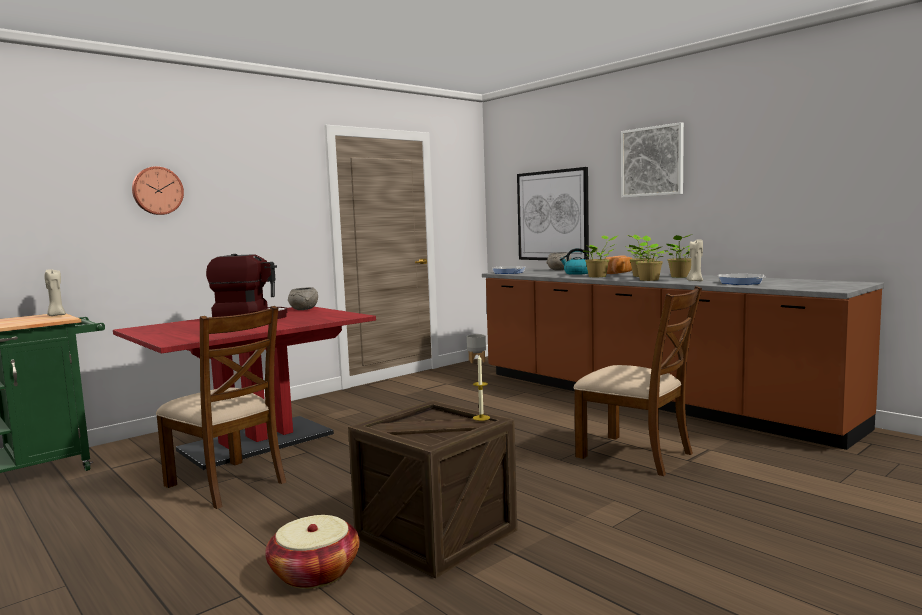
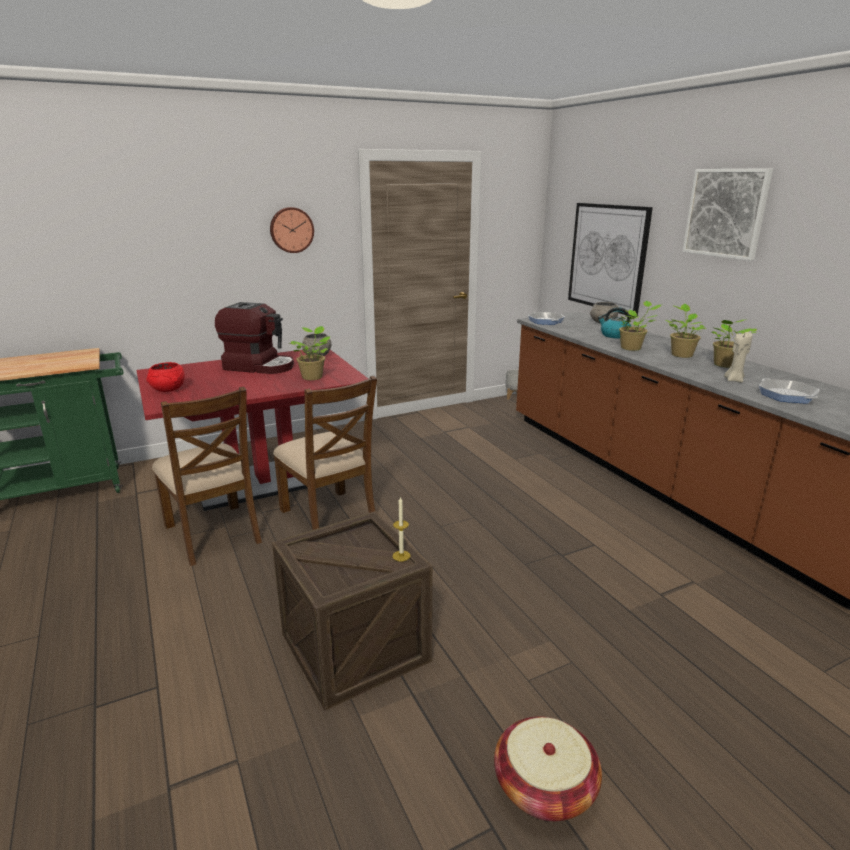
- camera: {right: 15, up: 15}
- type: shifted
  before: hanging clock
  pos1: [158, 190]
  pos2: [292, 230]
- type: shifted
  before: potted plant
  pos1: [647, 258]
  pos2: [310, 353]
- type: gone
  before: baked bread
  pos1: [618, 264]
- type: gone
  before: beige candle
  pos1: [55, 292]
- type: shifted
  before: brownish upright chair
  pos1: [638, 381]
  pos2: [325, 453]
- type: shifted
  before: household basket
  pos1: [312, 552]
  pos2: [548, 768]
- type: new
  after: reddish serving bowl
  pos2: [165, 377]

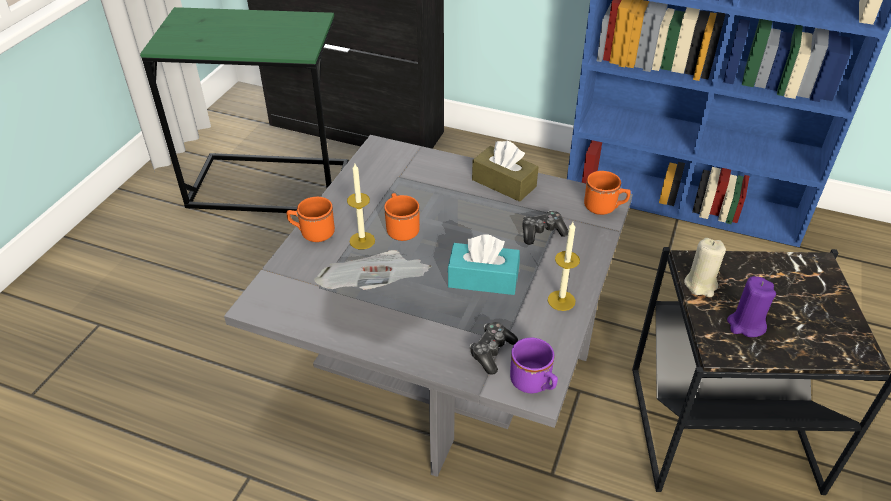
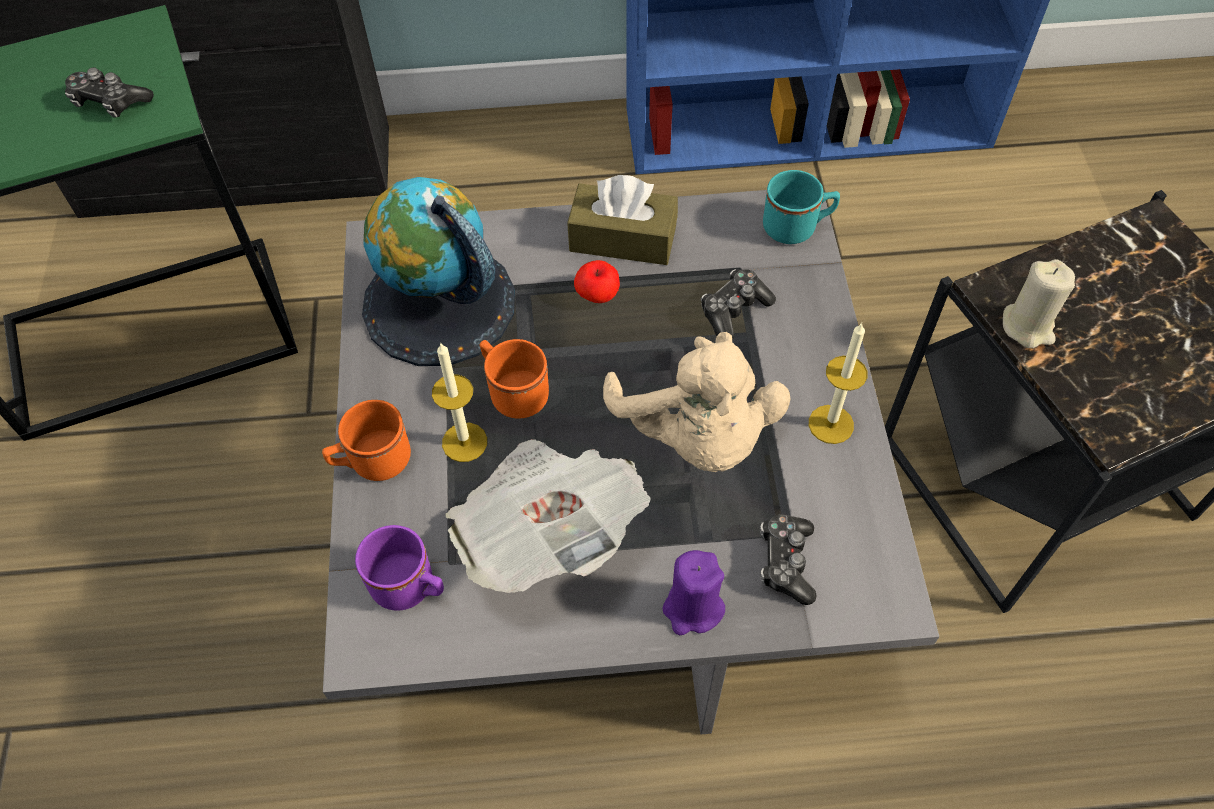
- camera: {right: -25, up: 15}
- type: repainted
  before: orangey mug
  after: turquoise-coloured mug
  pos1: [607, 193]
  pos2: [801, 207]
- type: swapped
  before: turquoise-coloured tissue holder
  after: beige plush toy
  pos1: [483, 264]
  pos2: [696, 402]
- type: shifted
  before: purple-coloured candle
  pos1: [751, 306]
  pos2: [693, 592]
- type: shifted
  before: purple-coloured mug
  pos1: [534, 365]
  pos2: [399, 568]
- type: new
  after: game controller
  pos2: [109, 92]
- type: new
  after: globe
  pos2: [438, 271]
- type: new
  after: whole apple
  pos2: [597, 281]

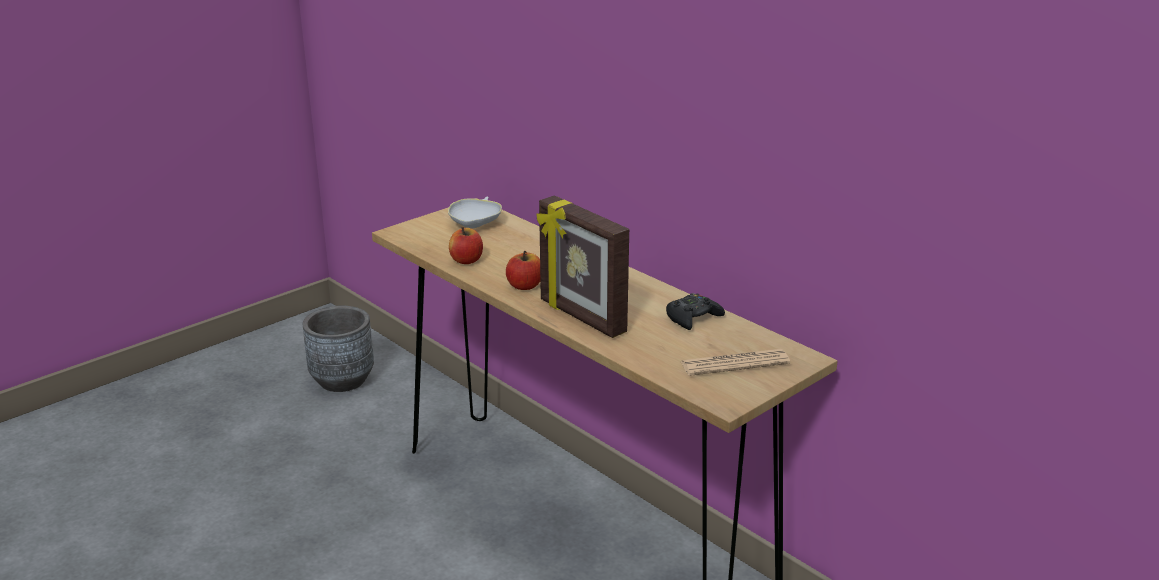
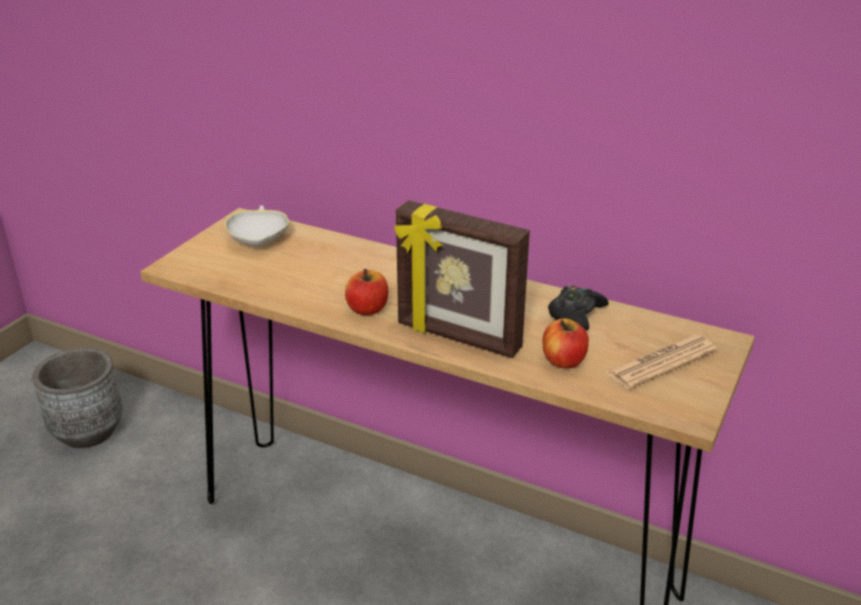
- camera: {right: -20, up: 5}
- type: shifted
  before: whole apple
  pos1: [466, 245]
  pos2: [565, 343]

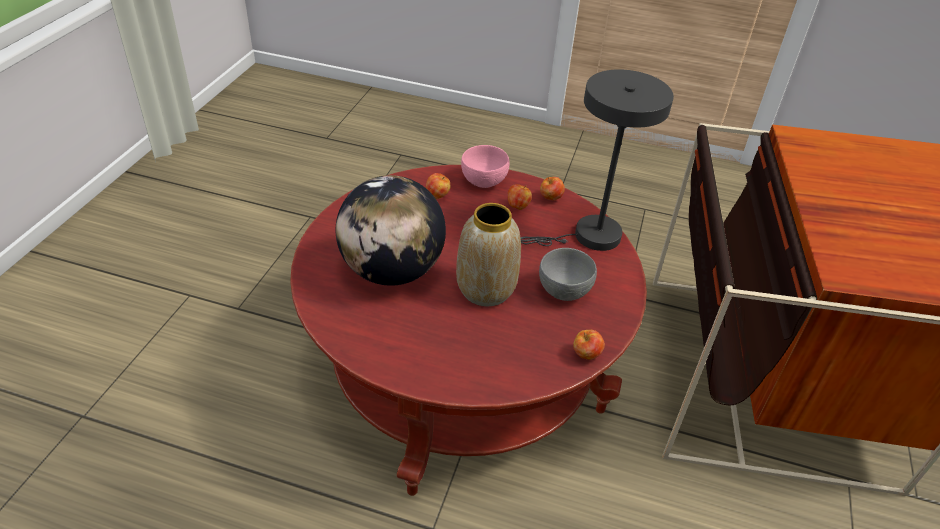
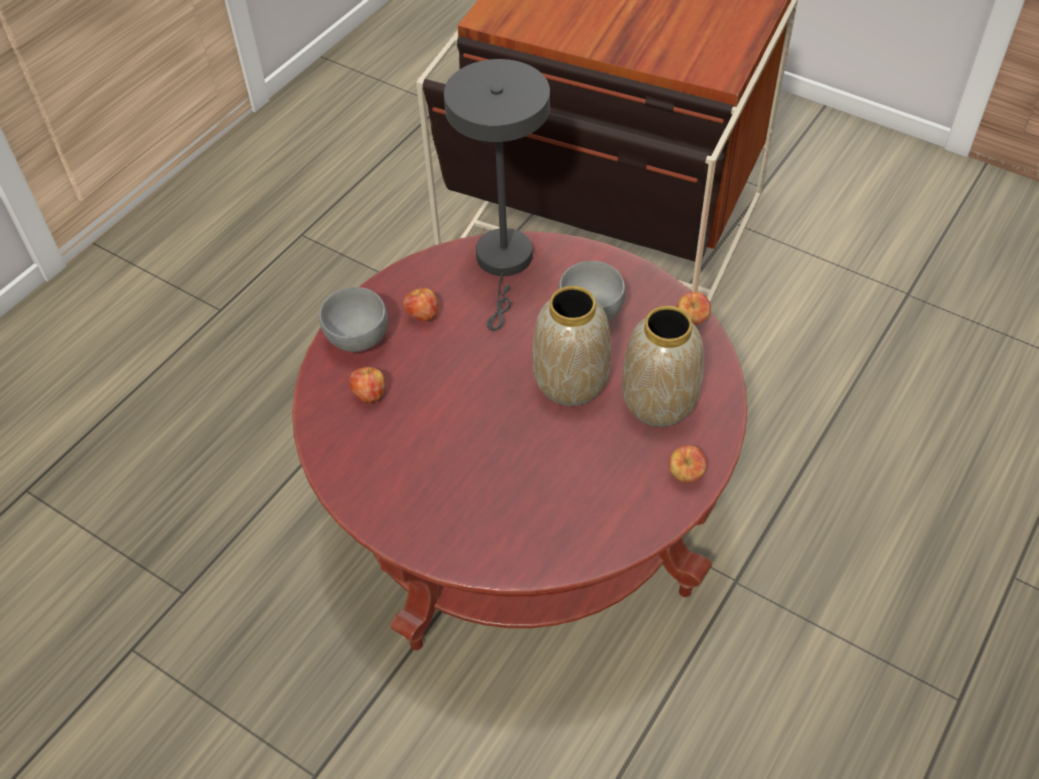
- camera: {right: -70, up: 10}
- type: repainted
  before: pinkish serving bowl
  after: gray serving bowl
  pos1: [485, 166]
  pos2: [353, 319]
- type: gone
  before: globe
  pos1: [391, 230]
- type: shifted
  before: whole apple
  pos1: [552, 188]
  pos2: [688, 464]
- type: new
  after: flower vase
  pos2: [663, 366]

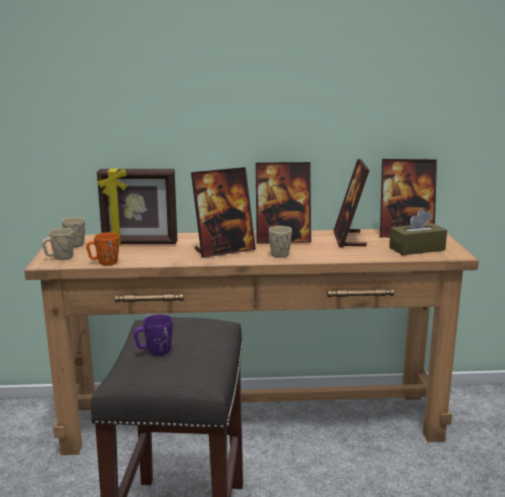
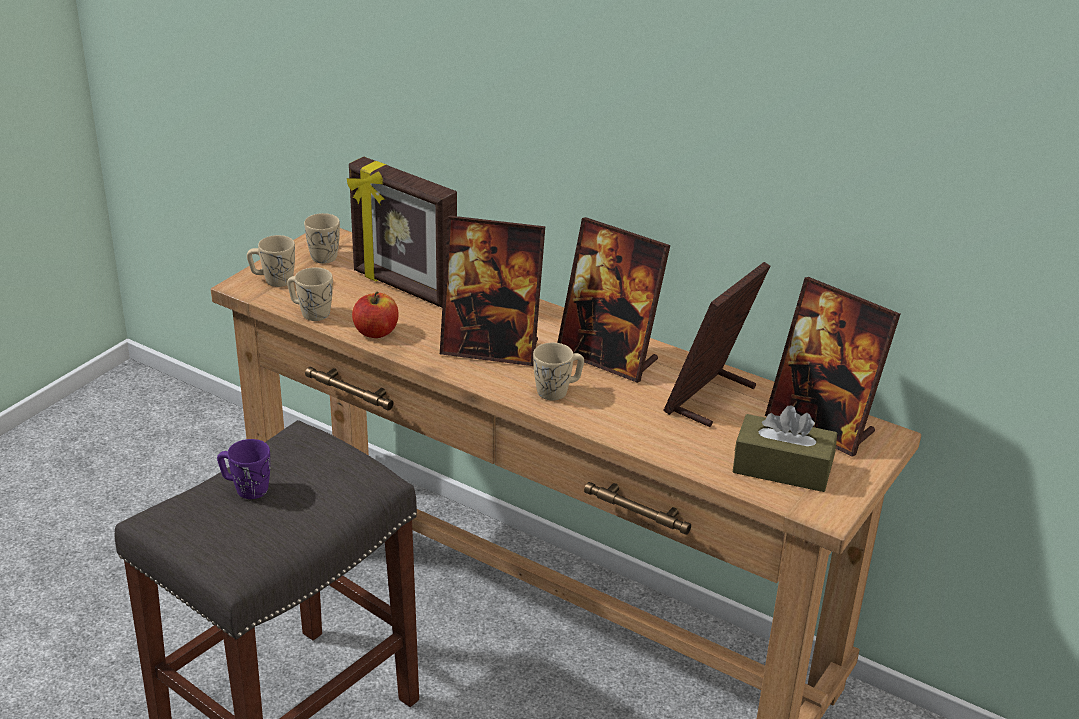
- camera: {right: 35, up: 15}
- type: repainted
  before: orangey mug
  after: beige mug
  pos1: [102, 249]
  pos2: [310, 294]
- type: new
  after: whole apple
  pos2: [375, 314]

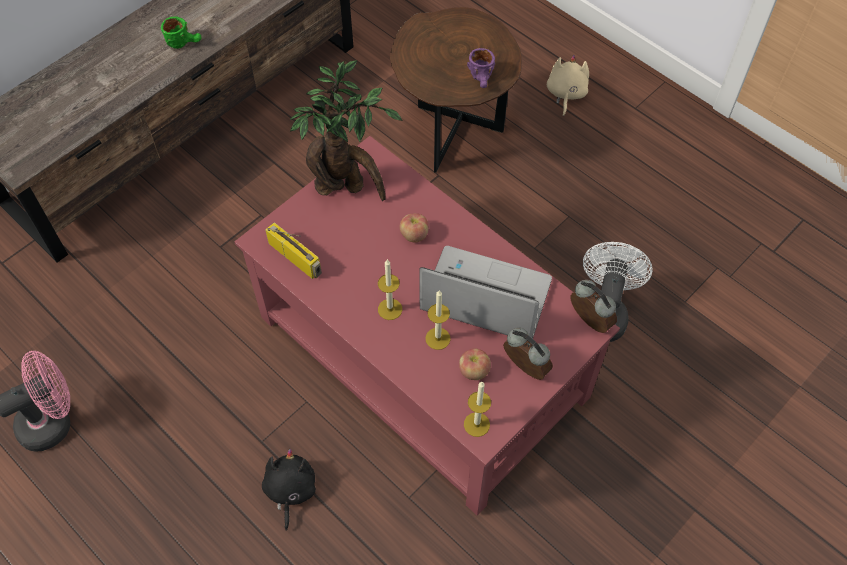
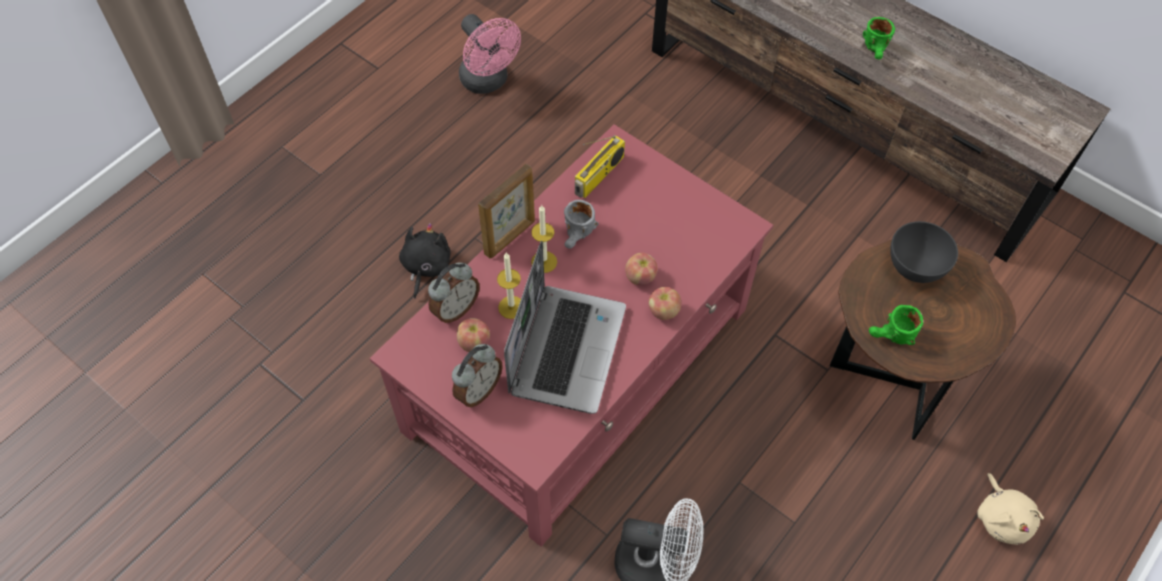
- camera: {right: 85, up: 0}
- type: repainted
  before: purple-coloured mug
  after: greenish mug
  pos1: [481, 68]
  pos2: [896, 325]
- type: rotated
  before: beige plush toy
  pos1: [568, 85]
  pos2: [1010, 509]
  turn: 75
- type: gone
  before: potted plant
  pos1: [346, 130]
- type: shifted
  before: bedside clock
  pos1: [593, 306]
  pos2: [454, 292]
- type: gone
  before: candle
  pos1: [477, 409]
- type: rotated
  before: black-coloured plush toy
  pos1: [289, 490]
  pos2: [425, 261]
  turn: -75
- type: new
  after: photo frame
  pos2: [506, 211]
- type: new
  after: gray mug
  pos2: [581, 224]
- type: new
  after: gray serving bowl
  pos2: [924, 252]
- type: new
  after: whole apple
  pos2: [665, 303]

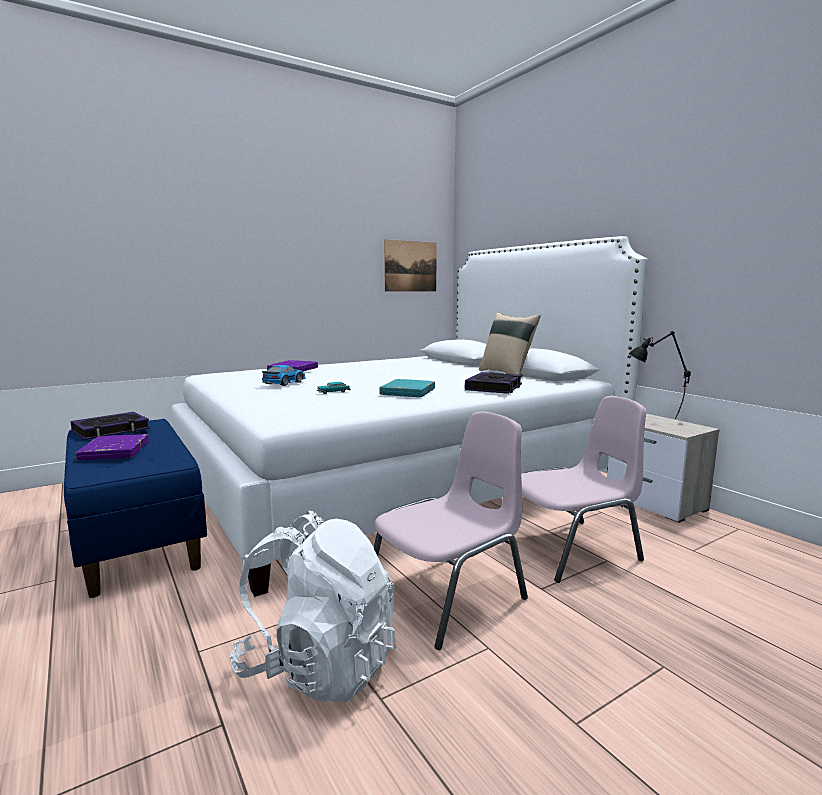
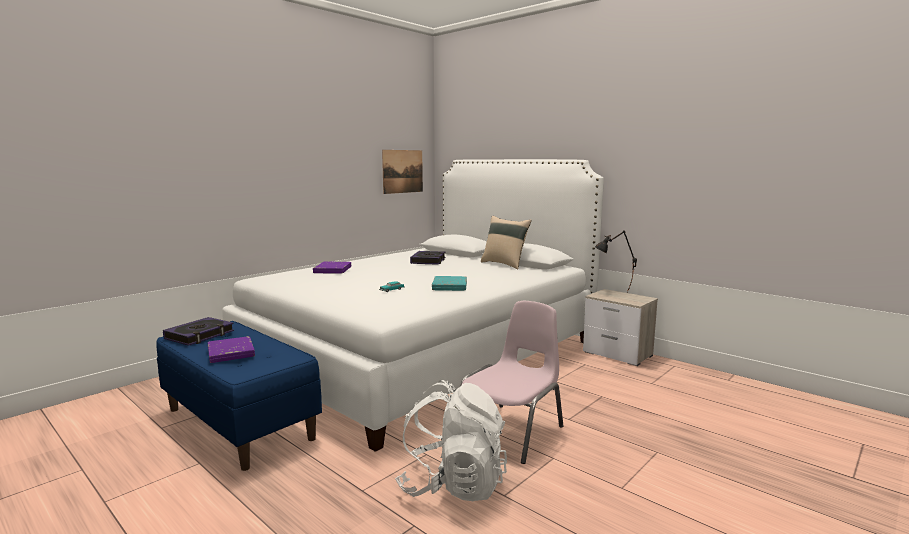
- camera: {right: -15, up: 0}
- type: gone
  before: miniature car
  pos1: [284, 375]
- type: shifted
  before: bound book
  pos1: [493, 383]
  pos2: [427, 258]
- type: gone
  before: pinkish upright chair
  pos1: [584, 489]

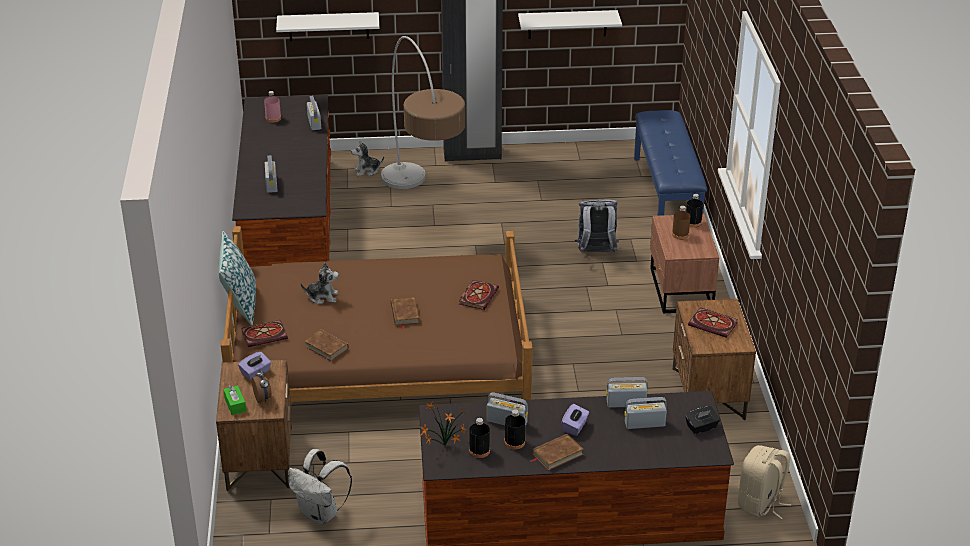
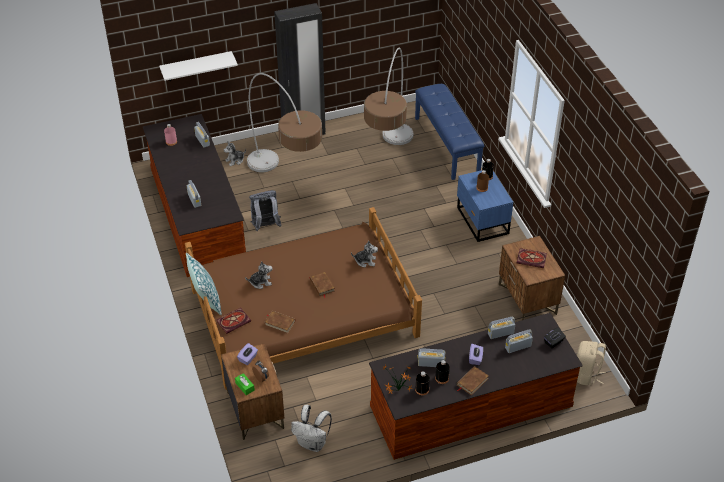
- camera: {right: -15, up: 10}
- type: gone
  before: white bracket shelf
  pos1: [570, 24]
- type: shifted
  before: gray knapsack
  pos1: [597, 226]
  pos2: [265, 210]
- type: repainted
  before: brownish bedside table
  after: blue bedside table
  pos1: [684, 263]
  pos2: [485, 206]
- type: swapped
  before: bound book
  after: plush toy
  pos1: [479, 295]
  pos2: [364, 254]
- type: new
  after: floor lamp
  pos2: [388, 96]

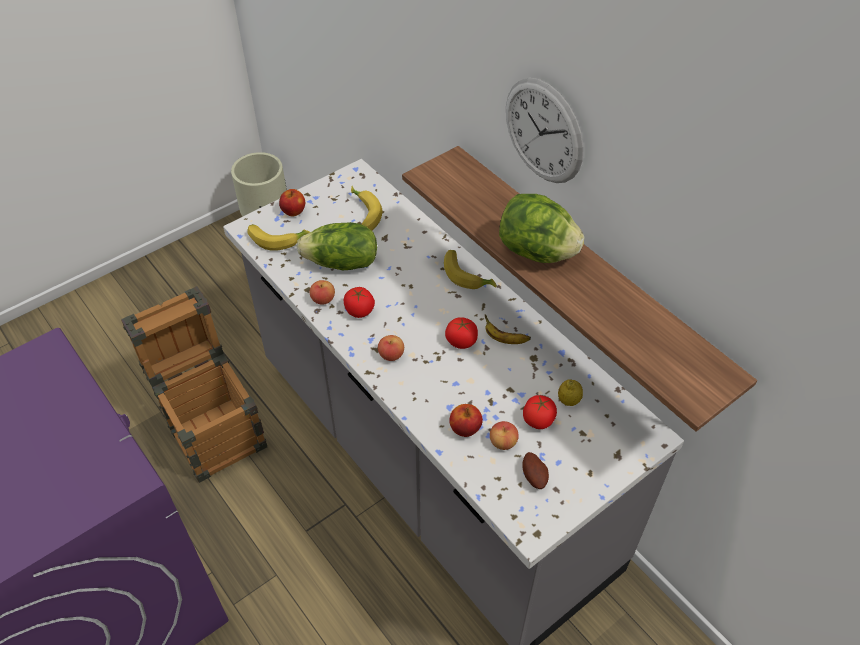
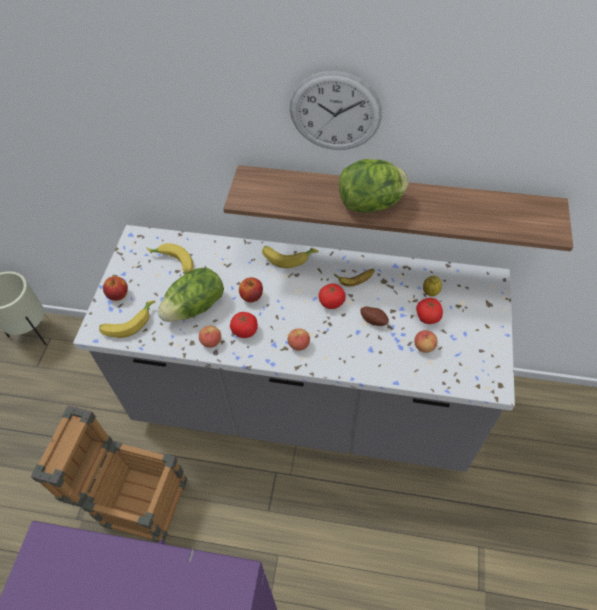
- camera: {right: -40, up: 5}
- type: shifted
  before: whole apple
  pos1: [466, 420]
  pos2: [251, 289]
- type: shifted
  before: spud
  pos1: [535, 470]
  pos2: [374, 316]

